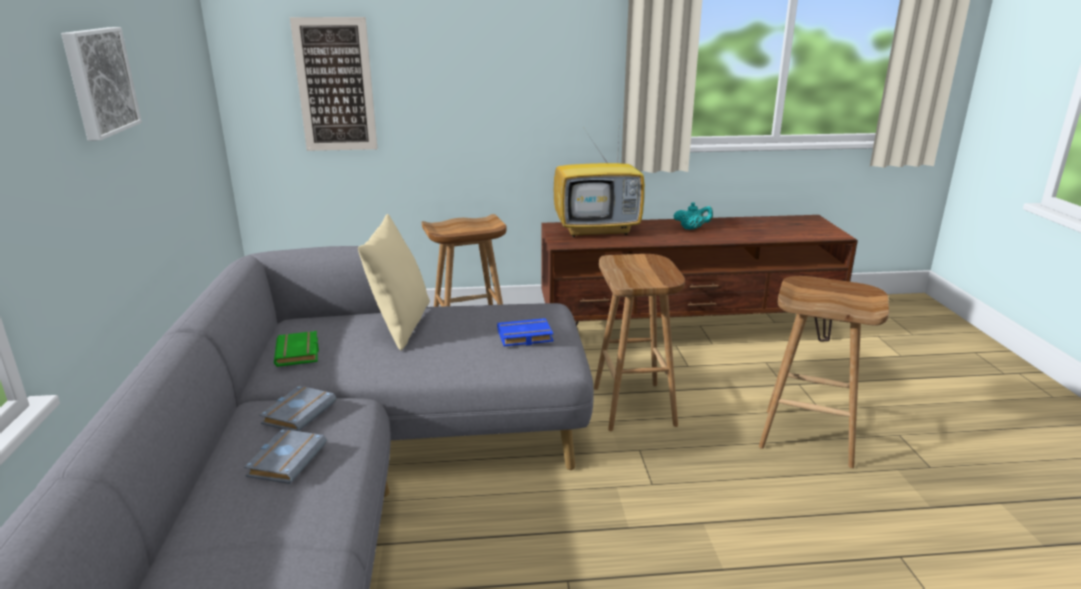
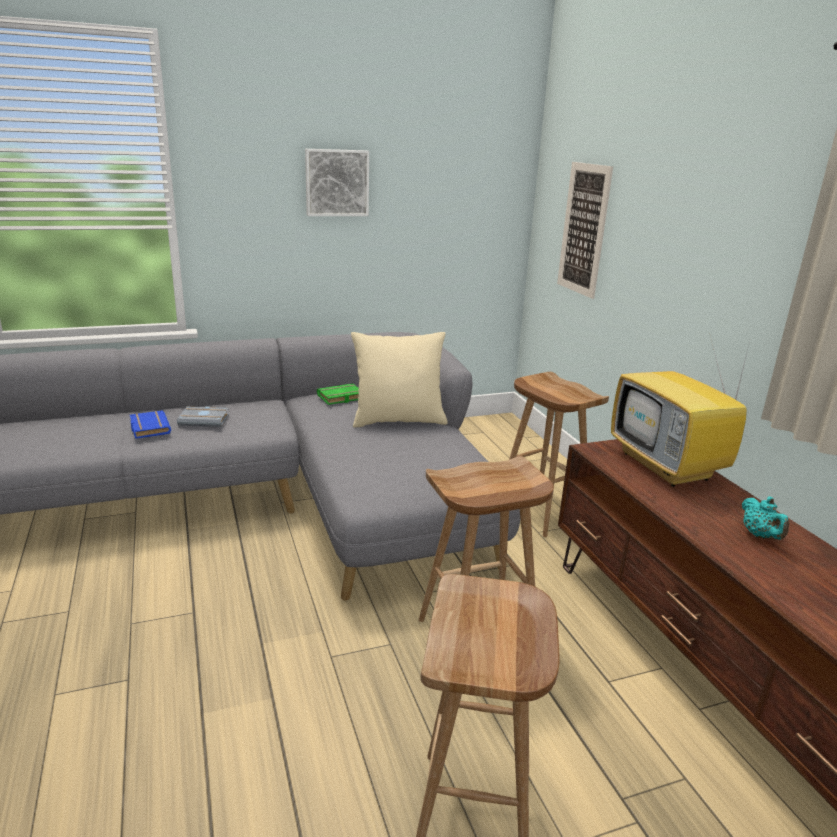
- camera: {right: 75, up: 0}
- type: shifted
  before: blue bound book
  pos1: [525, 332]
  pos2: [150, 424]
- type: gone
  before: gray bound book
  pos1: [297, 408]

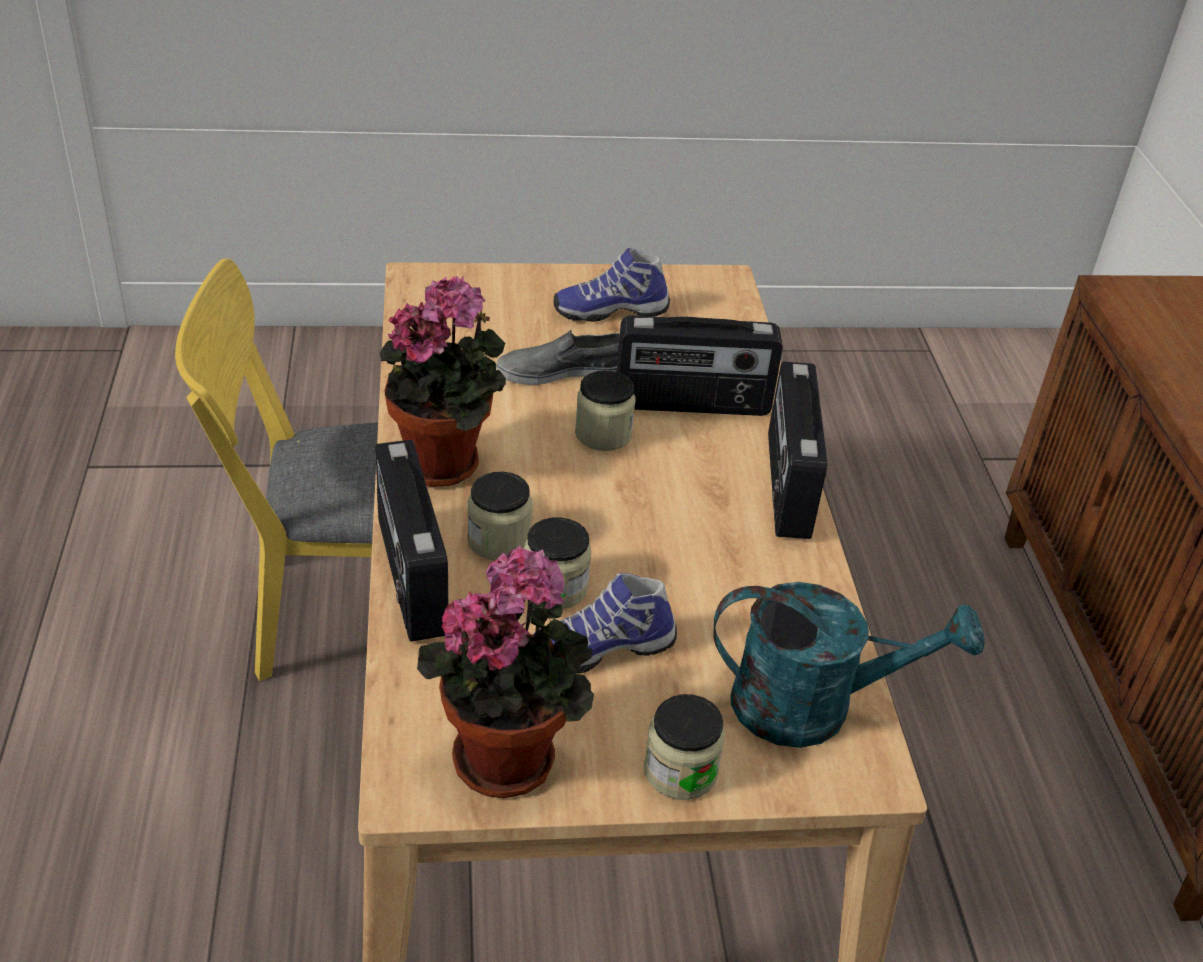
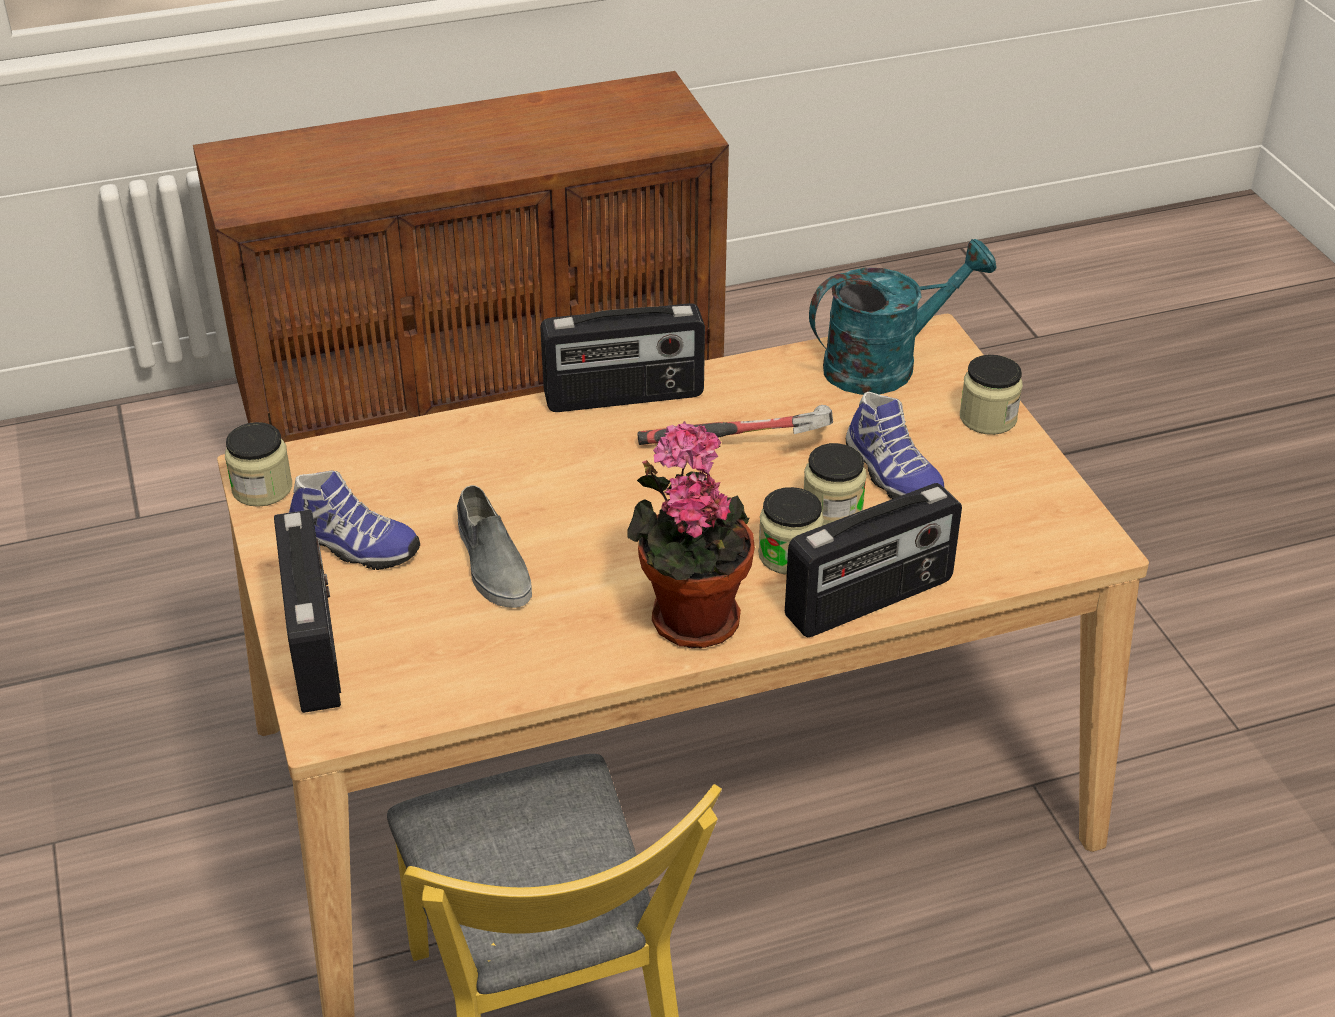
- camera: {right: -100, up: 0}
- type: rotated
  before: low shoe
  pos1: [611, 285]
  pos2: [354, 520]
  turn: -45
- type: shifted
  before: radio receiver
  pos1: [700, 365]
  pos2: [307, 611]
- type: shifted
  before: storage jar
  pos1: [605, 410]
  pos2: [258, 464]
- type: gone
  before: potted plant
  pos1: [505, 671]
- type: rotated
  before: turquoise-coloured watering can
  pos1: [849, 665]
  pos2: [902, 317]
  turn: 75
- type: new
  after: hand hammer
  pos2: [735, 425]

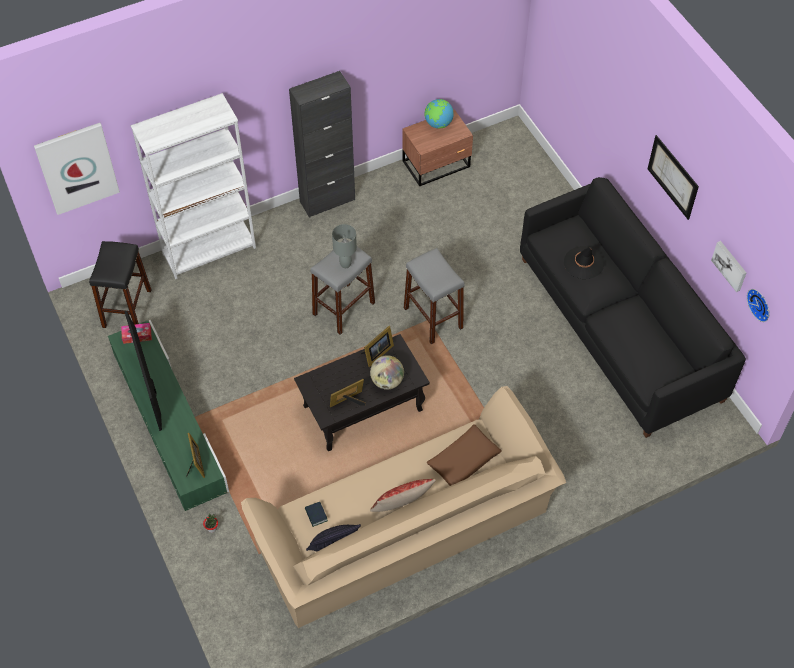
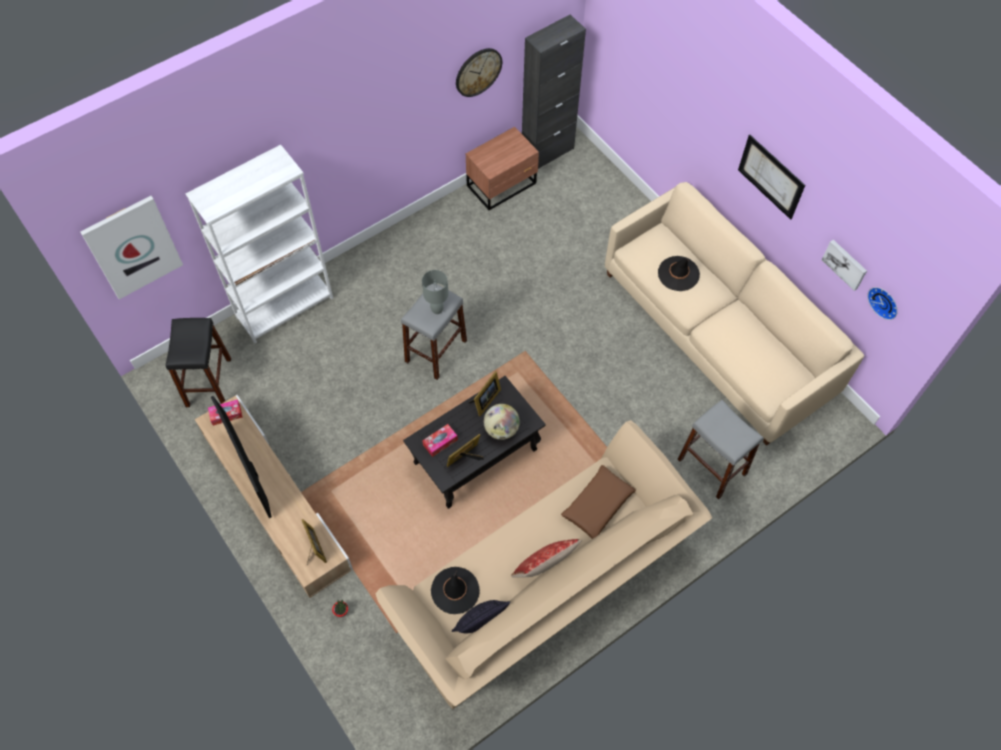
- camera: {right: -10, up: 5}
- type: shifted
  before: black-coloured cupboard
  pos1: [322, 144]
  pos2: [554, 91]
- type: gone
  before: globe
  pos1: [439, 114]
- type: repainted
  before: black-coloured settee
  after: beige settee
  pos1: [633, 307]
  pos2: [734, 314]
- type: shifted
  before: gray sitting stool
  pos1: [434, 296]
  pos2: [720, 449]
- type: repainted
  before: greenish tv unit
  after: beige tv unit
  pos1: [168, 415]
  pos2: [274, 496]
- type: swapped
  before: bound book
  after: black-coloured wearable hat
  pos1: [316, 514]
  pos2: [455, 590]
- type: new
  after: hanging clock
  pos2: [479, 72]
- type: new
  after: tissue holder
  pos2: [440, 440]

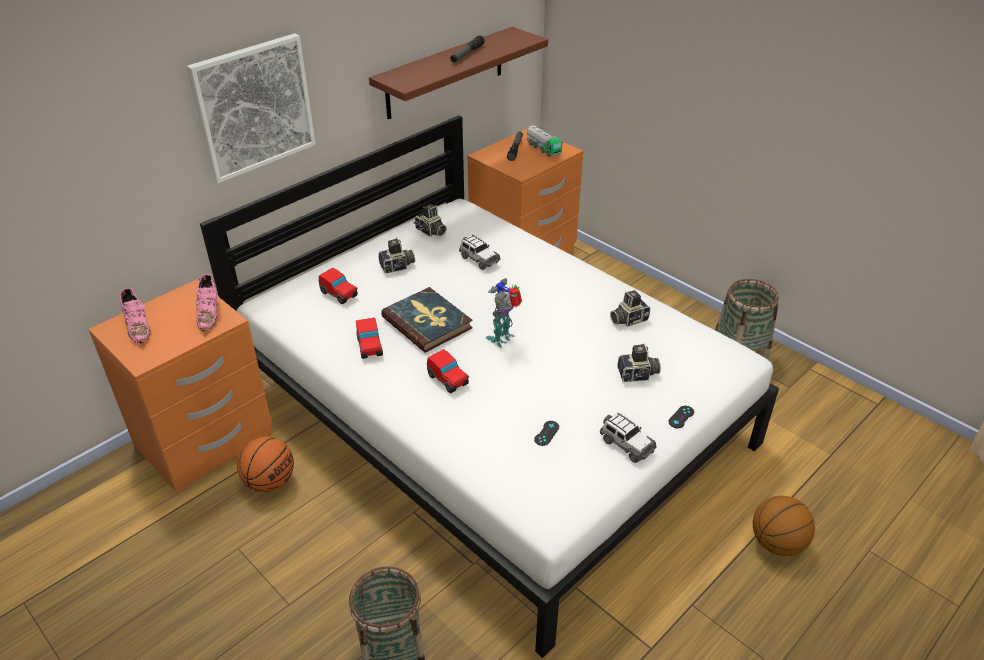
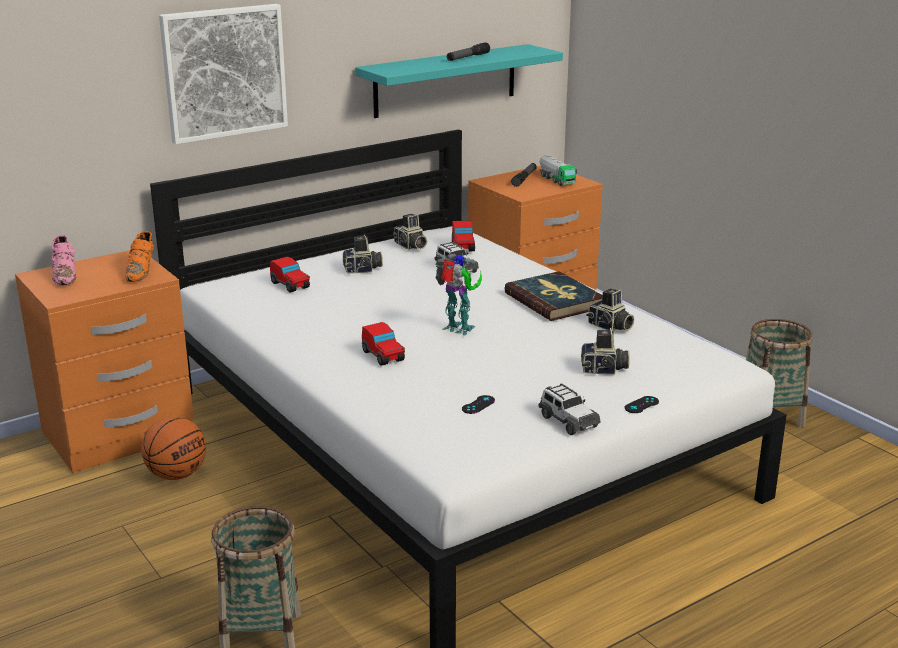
- camera: {right: 10, up: -15}
- type: repainted
  before: brownish bracket shelf
  after: turquoise-coloured bracket shelf
  pos1: [458, 73]
  pos2: [459, 81]
- type: repainted
  before: pinkish low shoe
  after: orangey low shoe
  pos1: [207, 302]
  pos2: [139, 256]
- type: rotated
  before: robot figure
  pos1: [504, 313]
  pos2: [458, 294]
  turn: 75
- type: shifted
  before: bound book
  pos1: [427, 319]
  pos2: [553, 296]
- type: rotated
  before: photo camera
  pos1: [630, 308]
  pos2: [610, 309]
  turn: -120
- type: shifted
  before: miniature car
  pos1: [369, 338]
  pos2: [463, 235]
- type: gone
  before: basketball
  pos1: [784, 526]

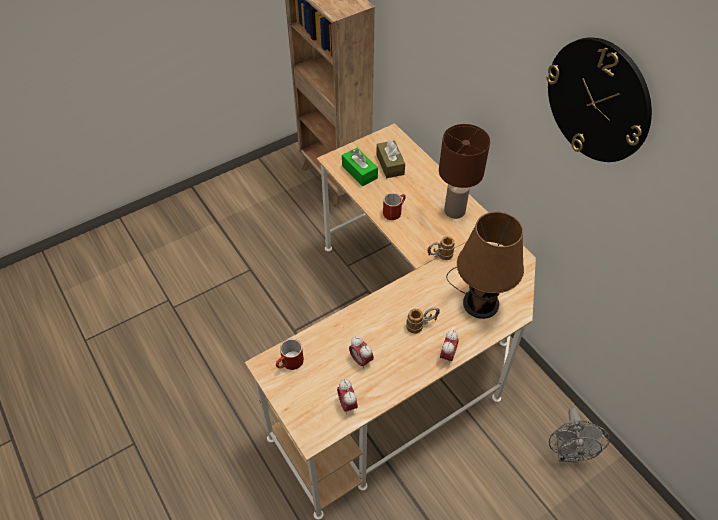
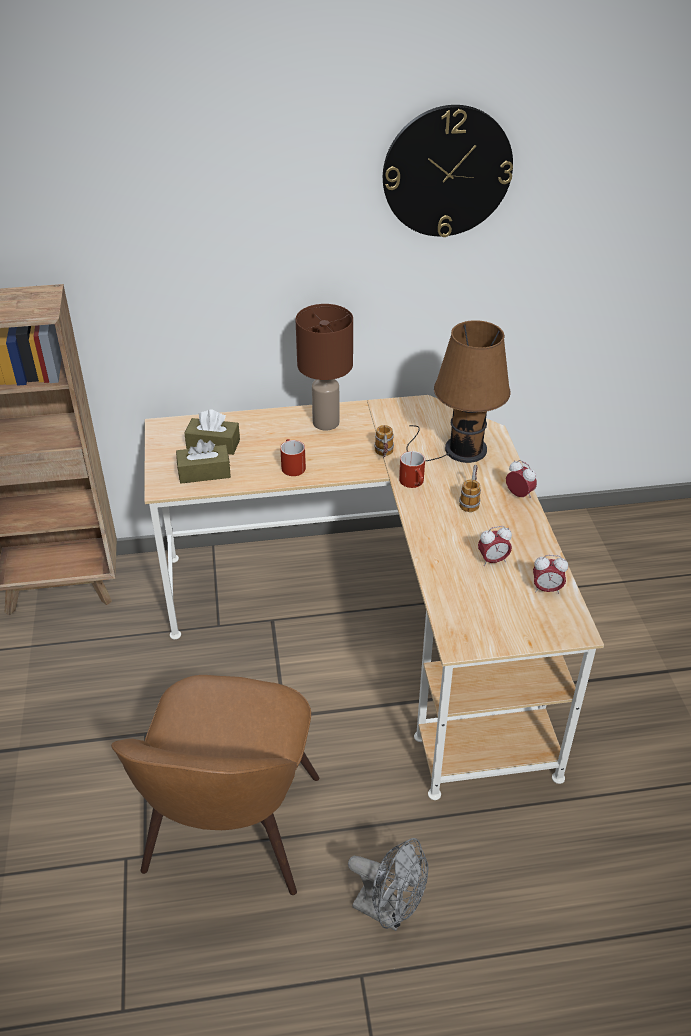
- camera: {right: -65, up: -10}
- type: repainted
  before: greenish tissue holder
  after: brownish tissue holder
  pos1: [360, 167]
  pos2: [203, 461]
- type: shifted
  before: reddish mug
  pos1: [290, 354]
  pos2: [412, 469]
- type: shifted
  before: gray fan
  pos1: [579, 435]
  pos2: [388, 884]
- type: new
  after: brownish upright chair
  pos2: [215, 785]

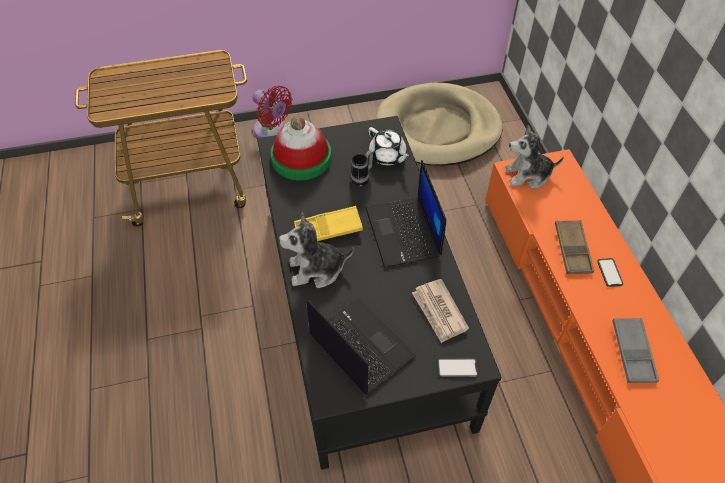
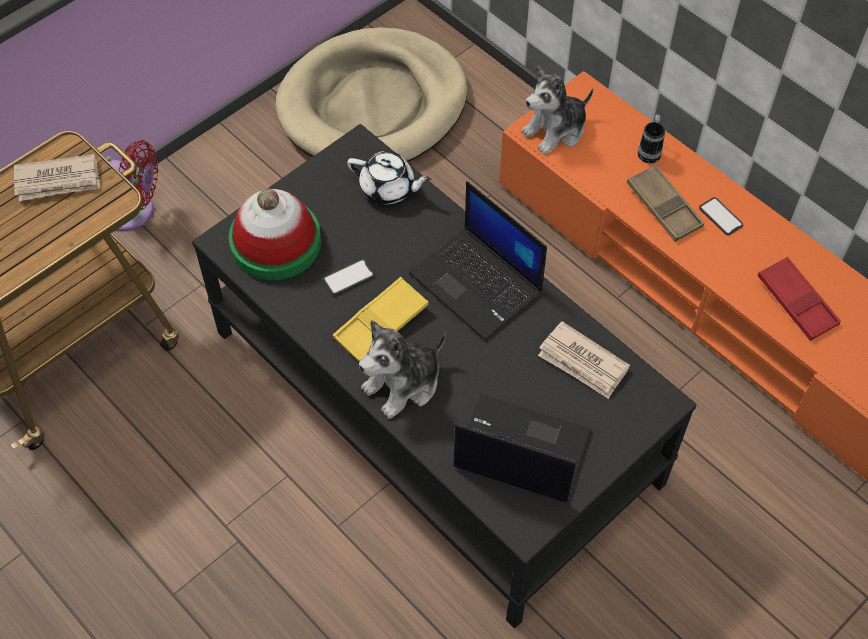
- camera: {right: -30, up: 5}
- type: shifted
  before: mug
  pos1: [362, 168]
  pos2: [651, 138]
- type: repainted
  before: gray tray
  after: reddish tray
  pos1: [635, 350]
  pos2: [799, 299]
- type: shifted
  before: handset
  pos1: [458, 368]
  pos2: [348, 277]
- type: new
  after: newspaper
  pos2: [57, 177]

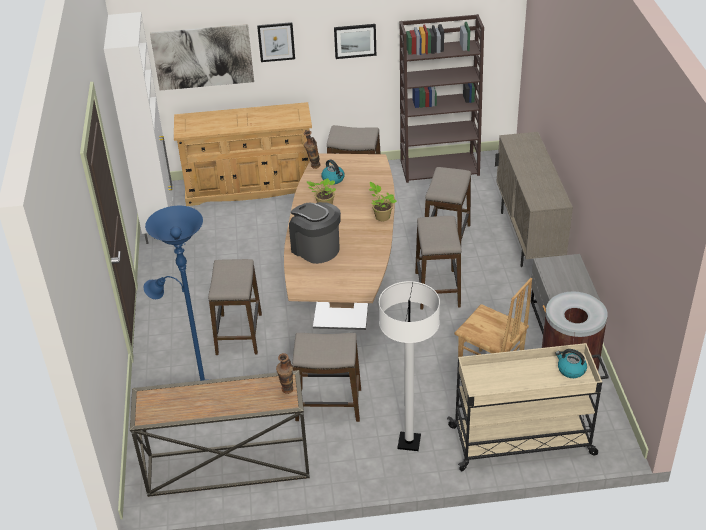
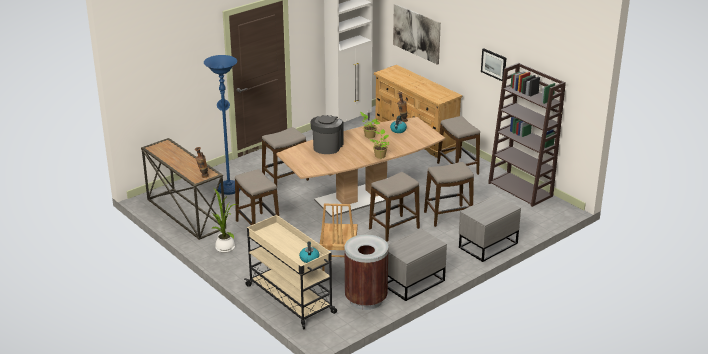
- camera: {right: 55, up: -10}
- type: gone
  before: wall art
  pos1: [276, 42]
- type: swapped
  before: beige cupboard
  after: gray bedside table
  pos1: [534, 199]
  pos2: [490, 228]
- type: gone
  before: white floor lamp
  pos1: [409, 366]
- type: new
  after: potted plant
  pos2: [223, 220]

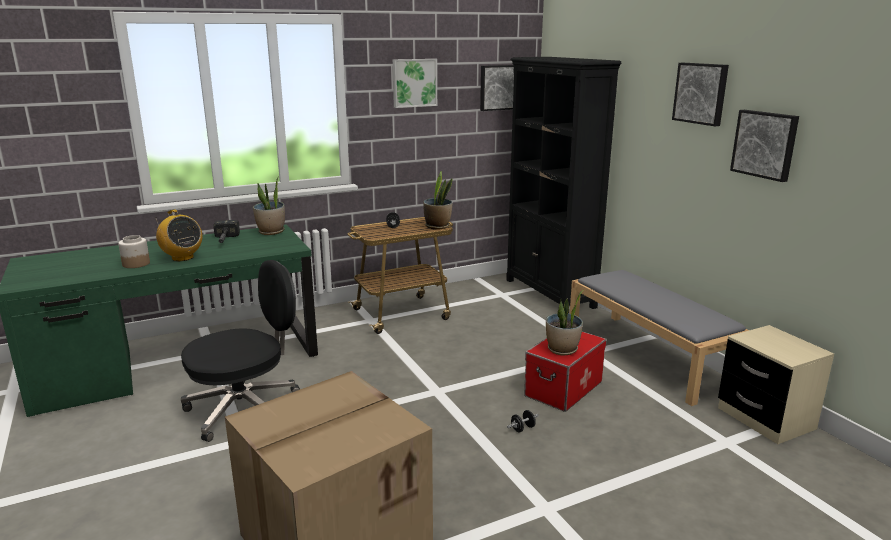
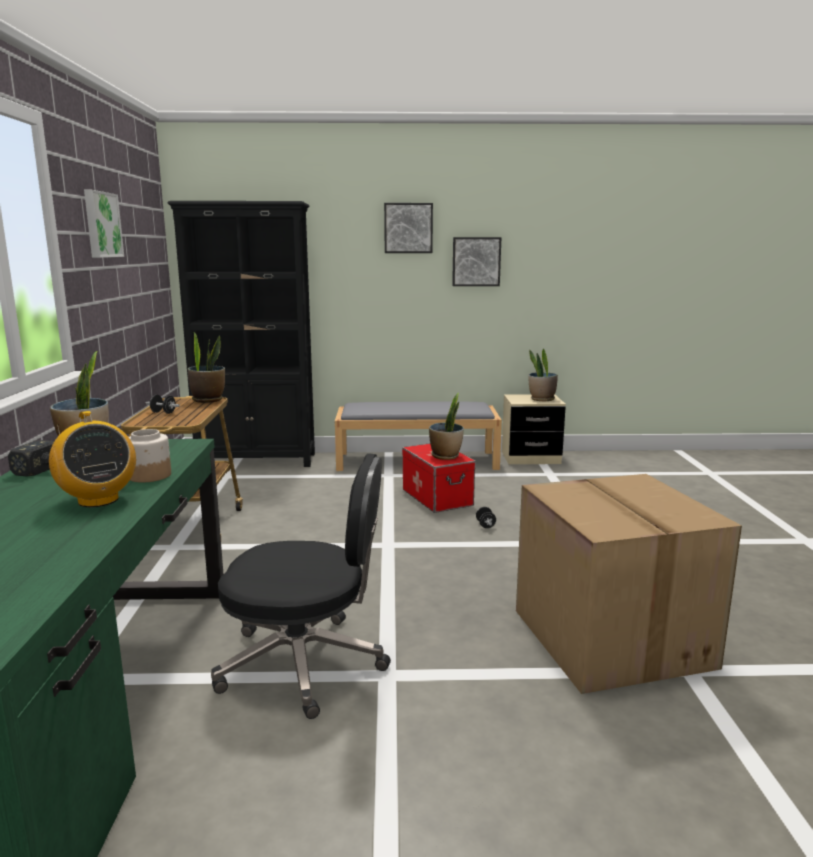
- camera: {right: -65, up: -5}
- type: gone
  before: wall art
  pos1: [497, 88]
- type: rotated
  before: radio receiver
  pos1: [178, 235]
  pos2: [92, 459]
  turn: 75
- type: shifted
  before: storage jar
  pos1: [134, 251]
  pos2: [150, 456]
- type: rotated
  before: black-coloured office chair
  pos1: [240, 351]
  pos2: [301, 586]
  turn: 105
- type: new
  after: potted plant
  pos2: [543, 375]

